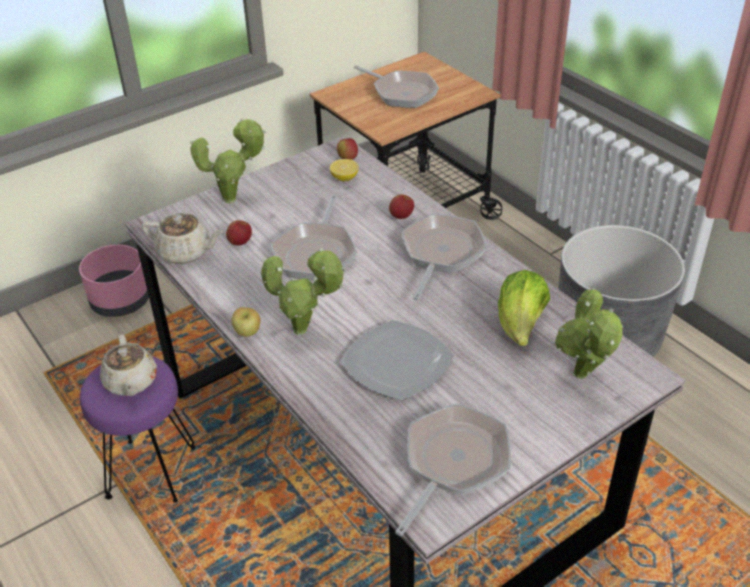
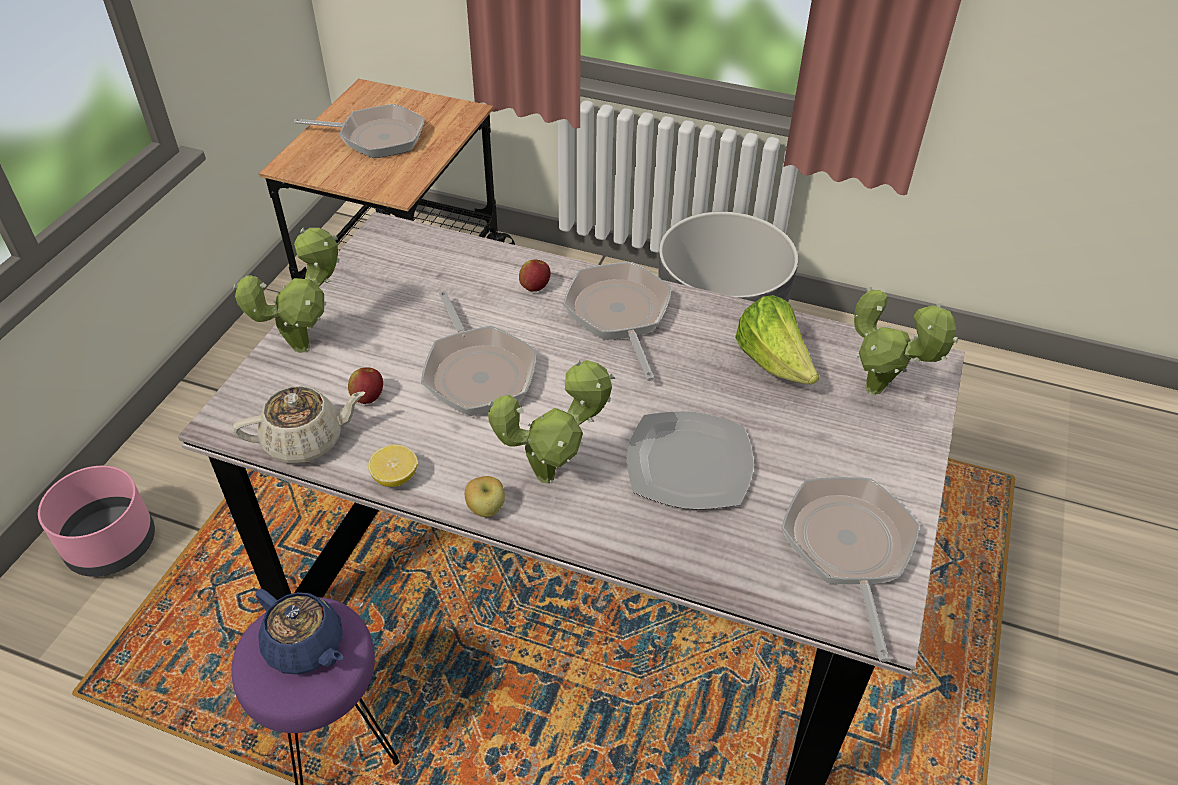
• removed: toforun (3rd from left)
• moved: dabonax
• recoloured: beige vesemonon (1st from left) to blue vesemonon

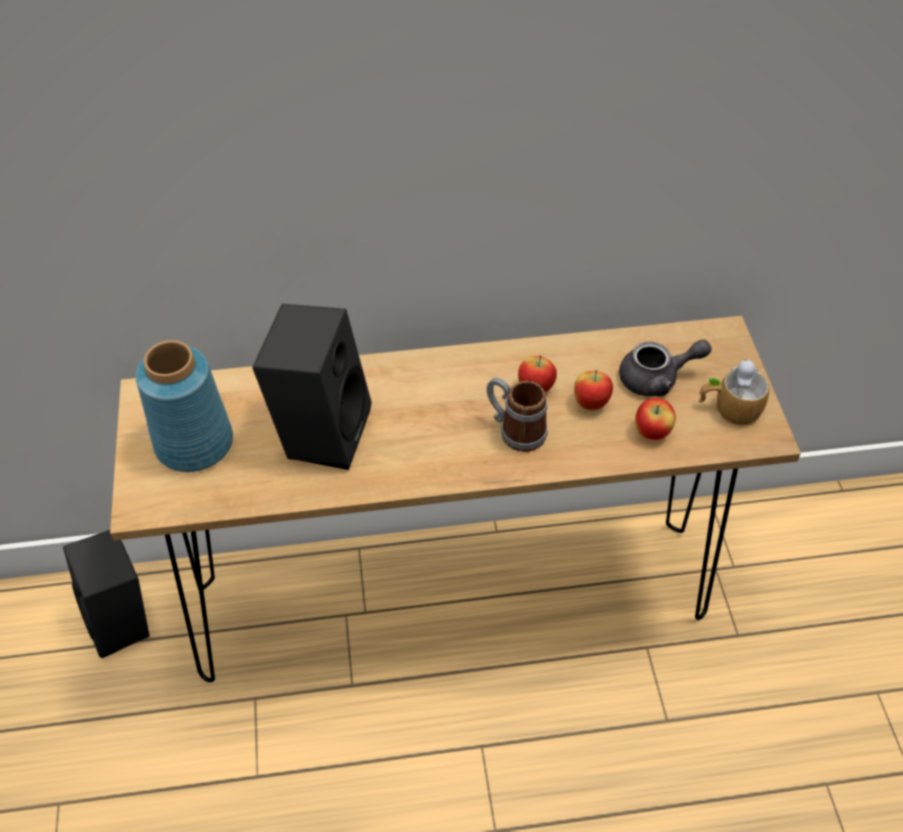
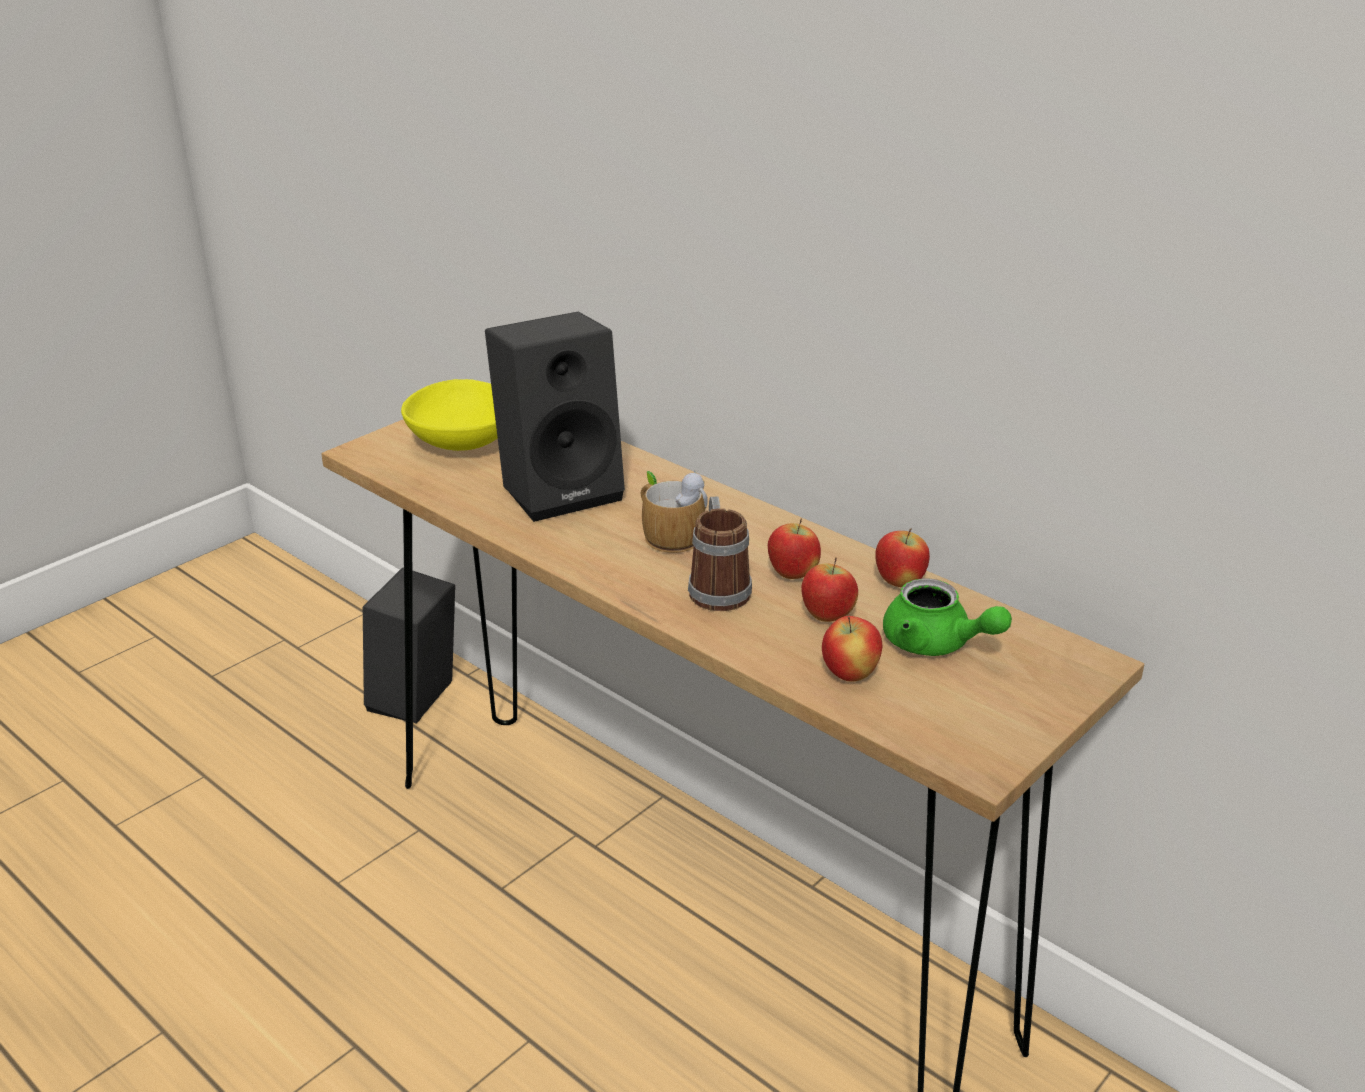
• added: toforun (4th from left)
• moved: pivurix (2nd from left in the first image) to pivurix (1st from left)
• replaced: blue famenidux to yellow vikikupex
• recoloured: grey vesemonon to green vesemonon

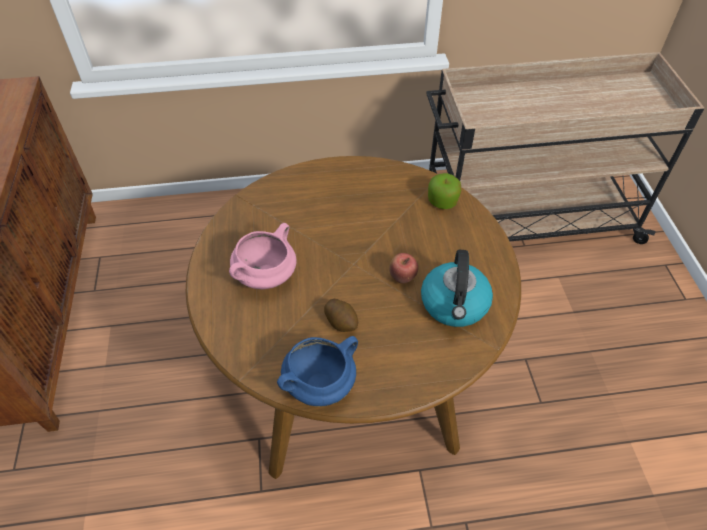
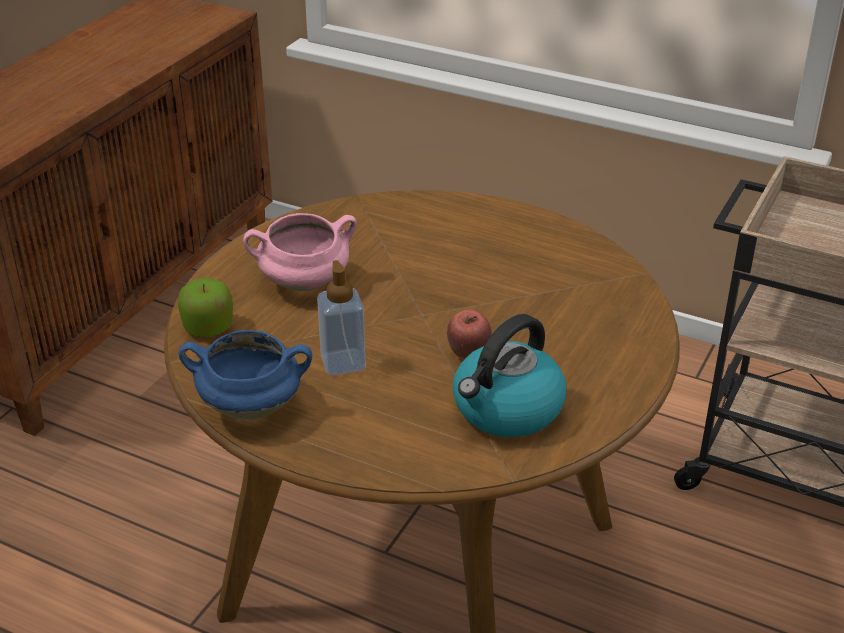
• moved: toforun (2nd from left in the first image) to toforun (1st from left)
• replaced: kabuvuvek to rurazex

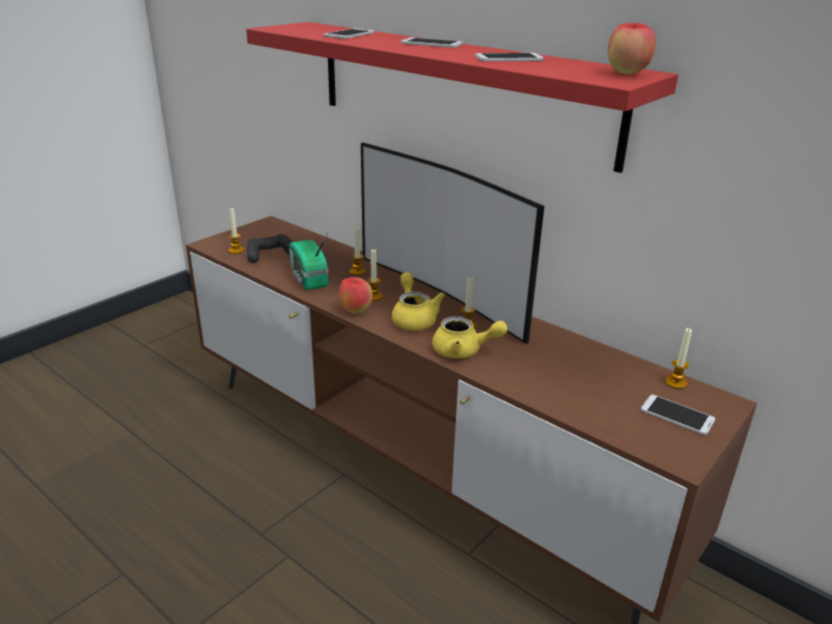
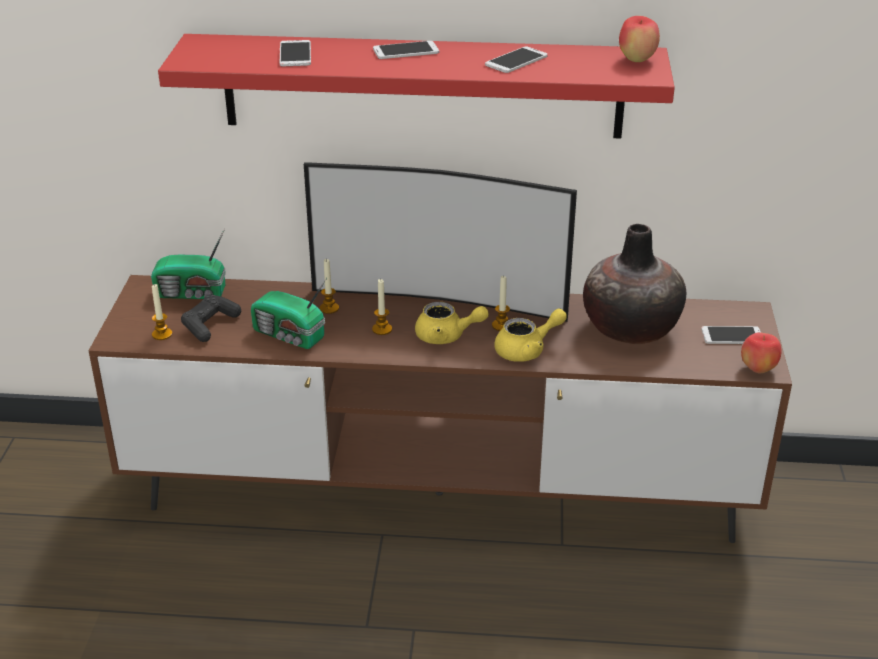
• removed: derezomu (5th from left)
• added: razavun (1st from left)
• added: famenidux
• moved: toforun (1st from left in the first image) to toforun (2nd from left)
• turned: yellow vesemonon (1st from left) 150 degrees clockwise

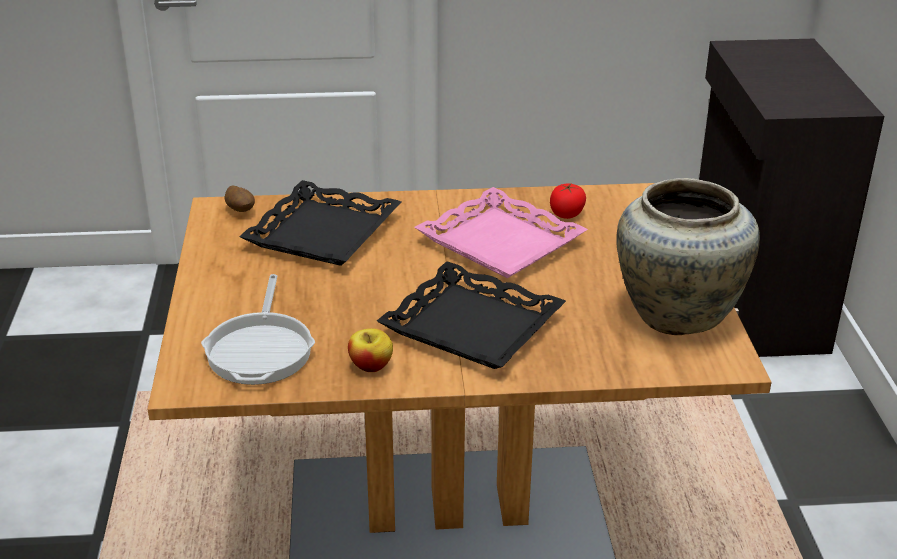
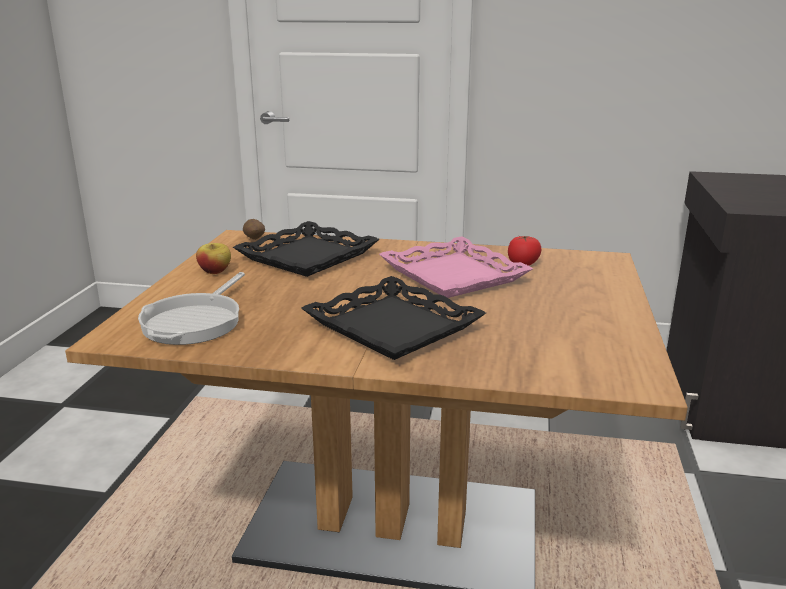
• removed: beige famenidux
• moved: toforun

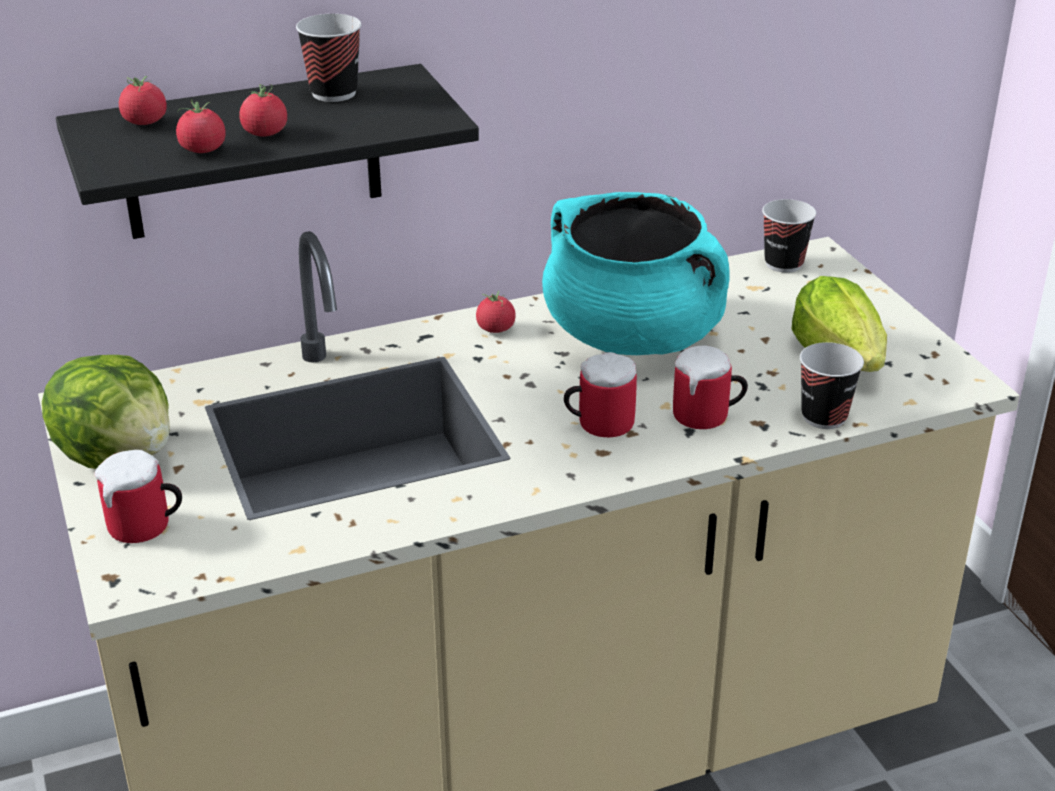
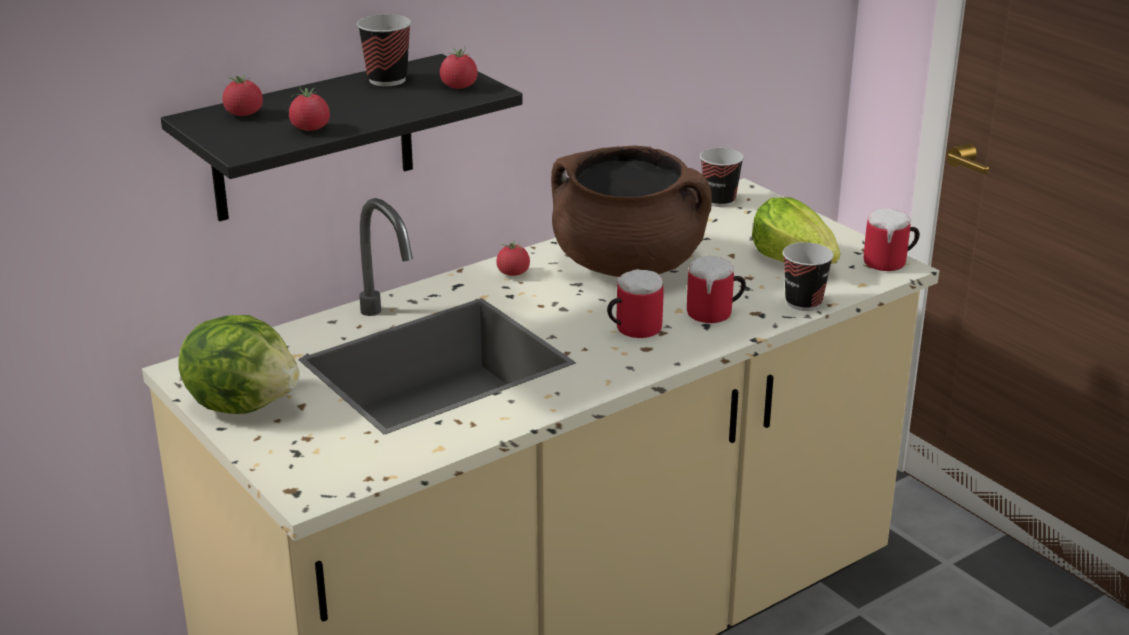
• moved: pivurix (1st from left in the first image) to pivurix (3rd from left)
• moved: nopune (3rd from left)
• recoloured: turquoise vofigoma to brown vofigoma

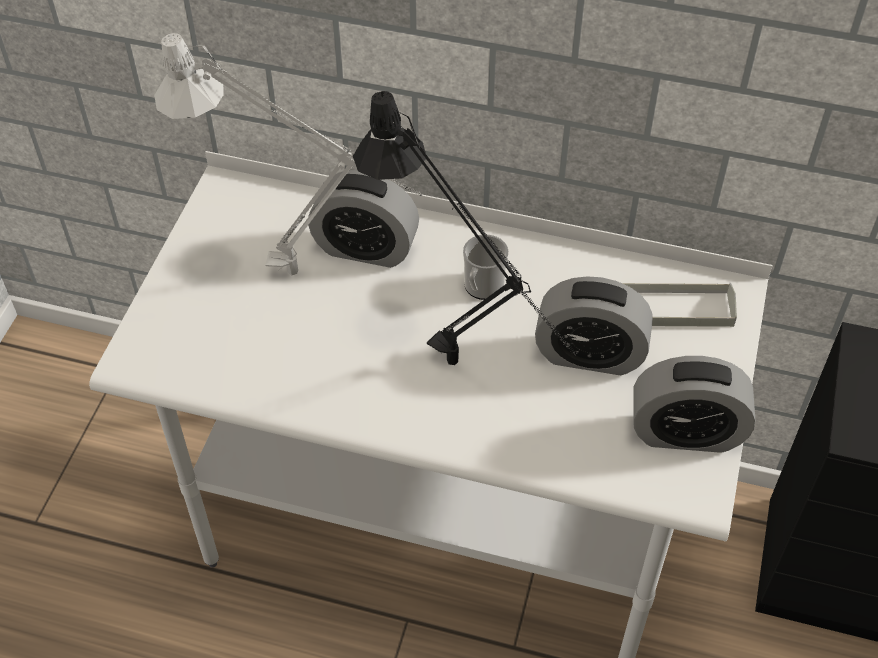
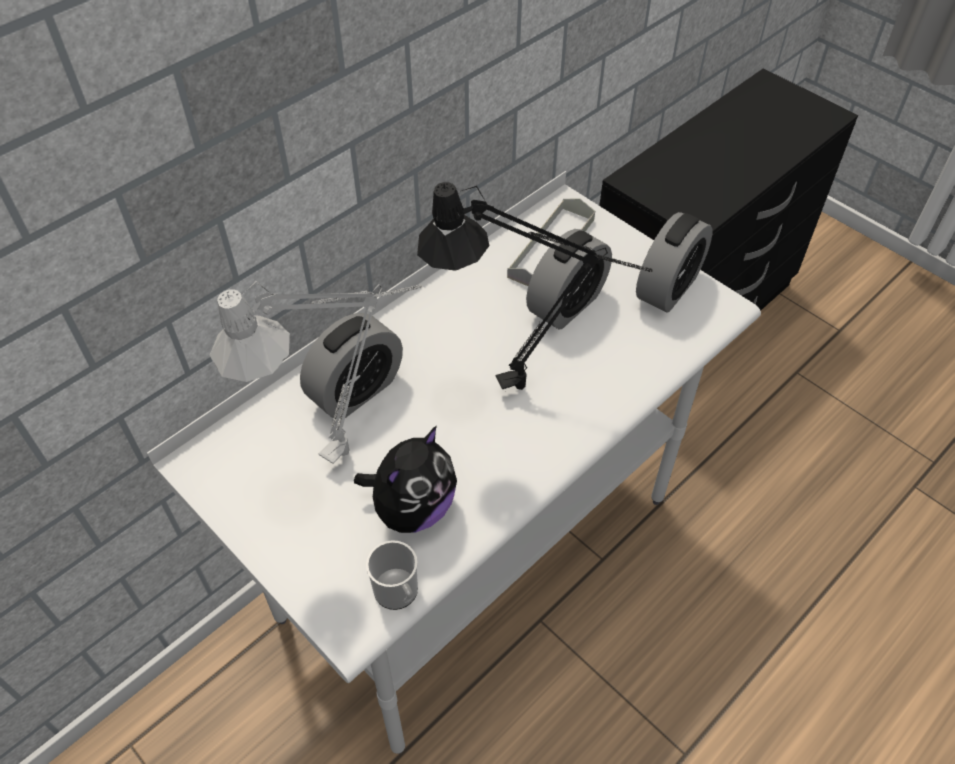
• added: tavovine
• moved: pivurix

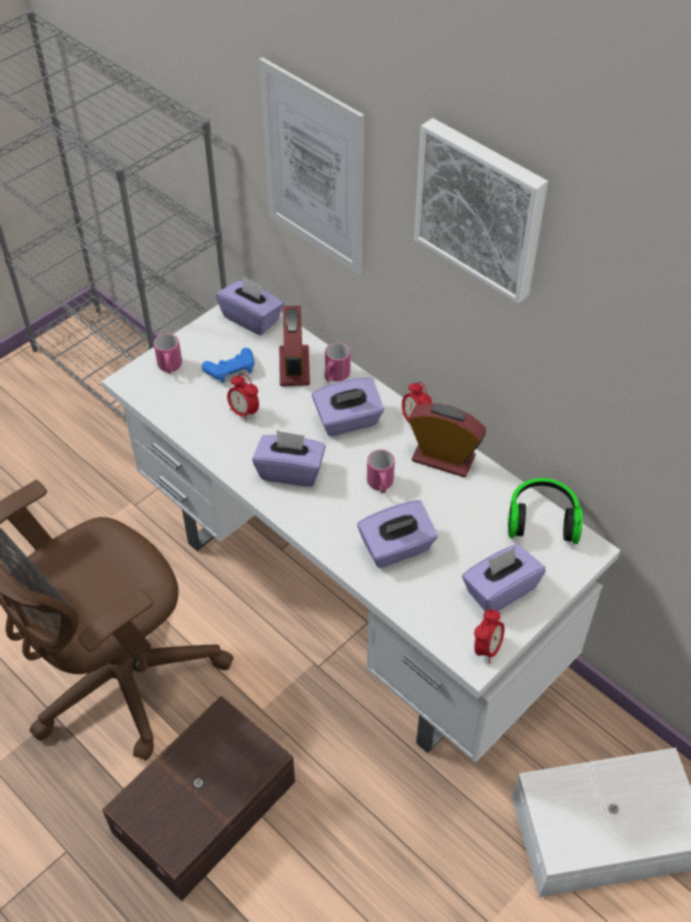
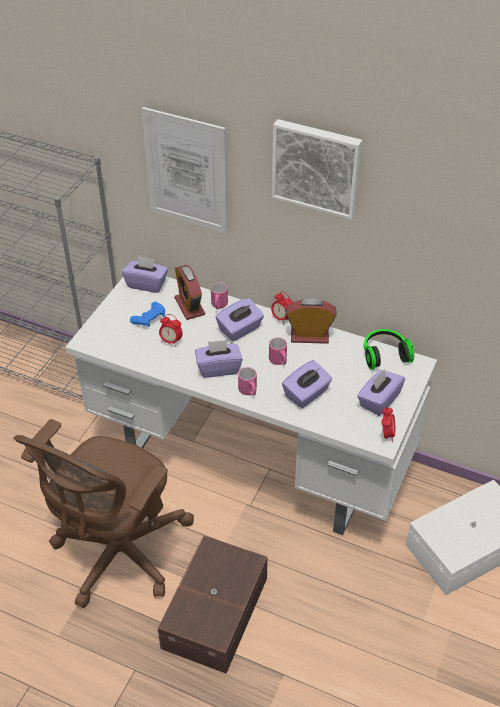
• moved: pink pivurix (1st from left in the first image) to pink pivurix (2nd from left)

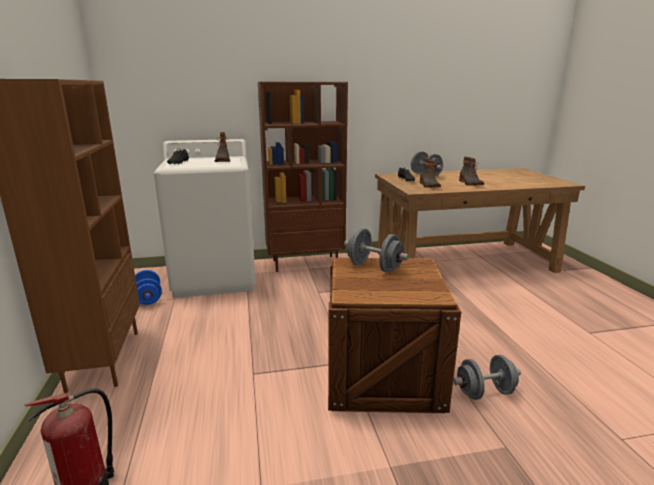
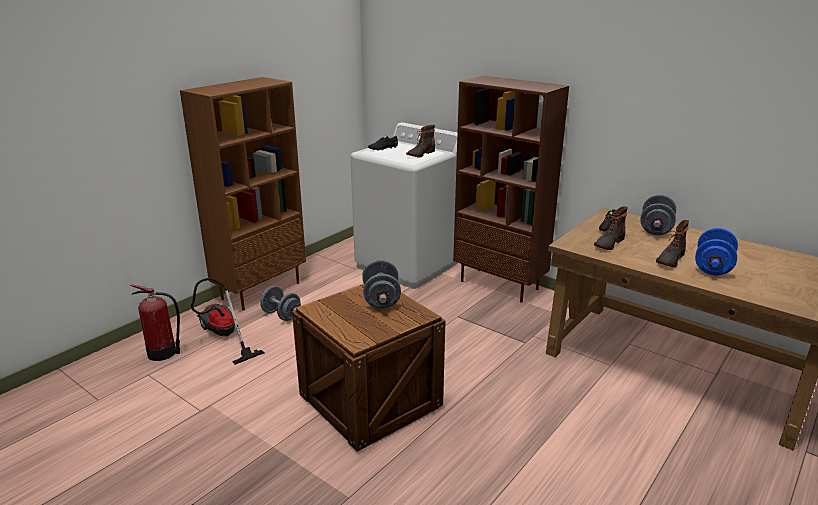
• added: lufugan
• moved: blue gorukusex
• moved: grey gorukusex (3rd from left in the first image) to grey gorukusex (1st from left)

